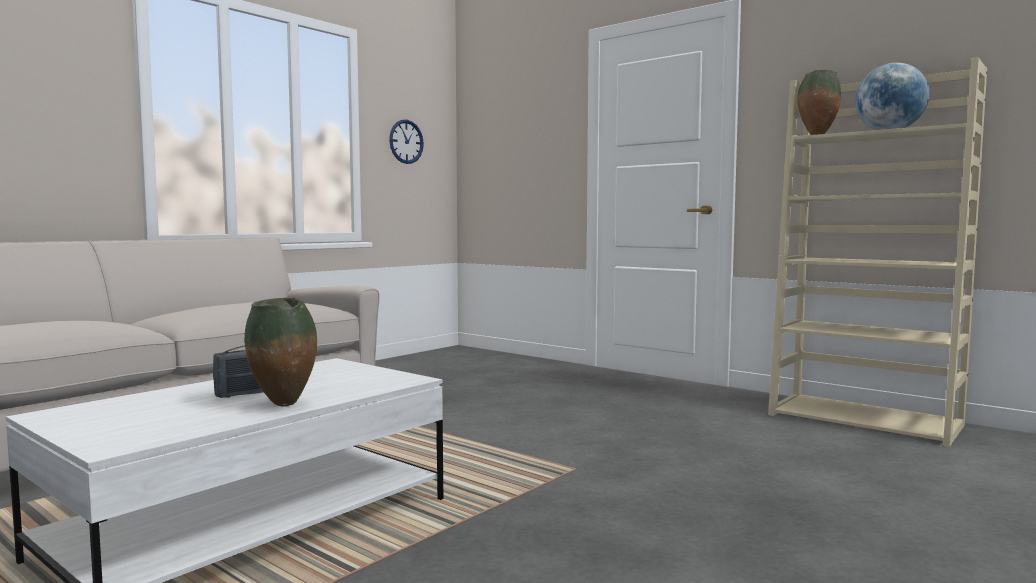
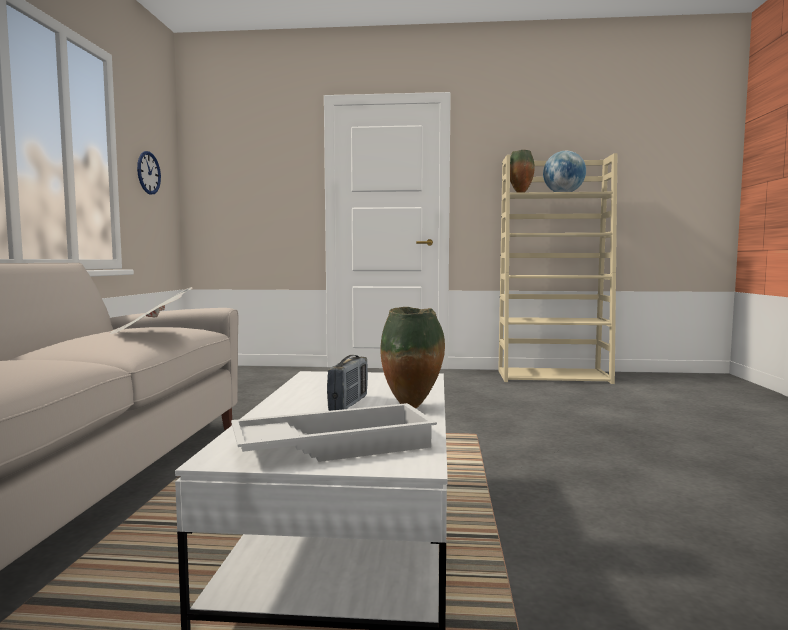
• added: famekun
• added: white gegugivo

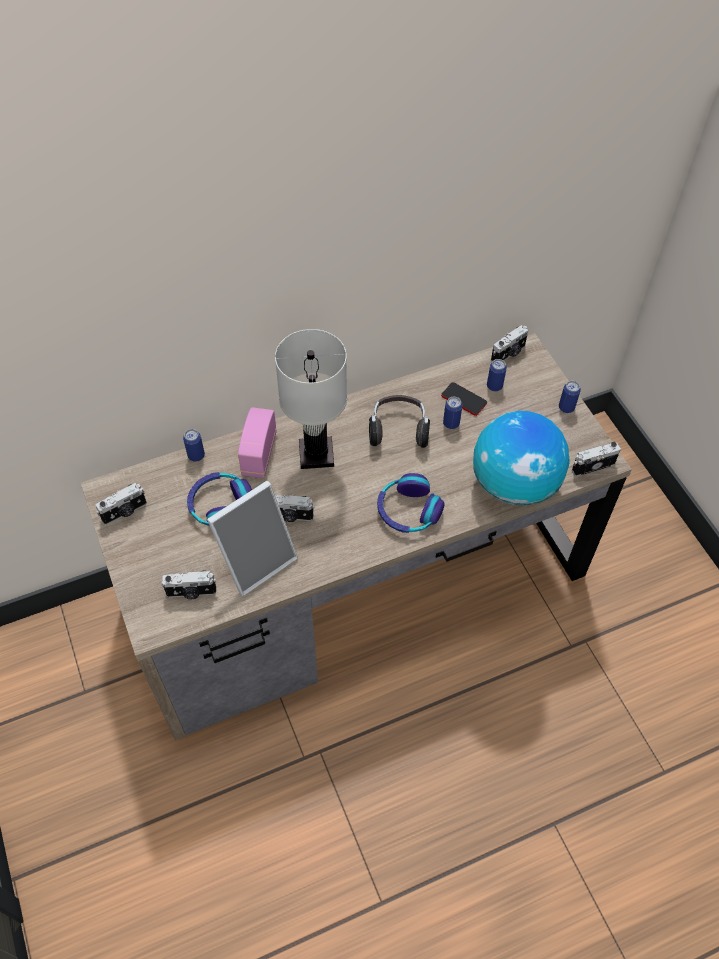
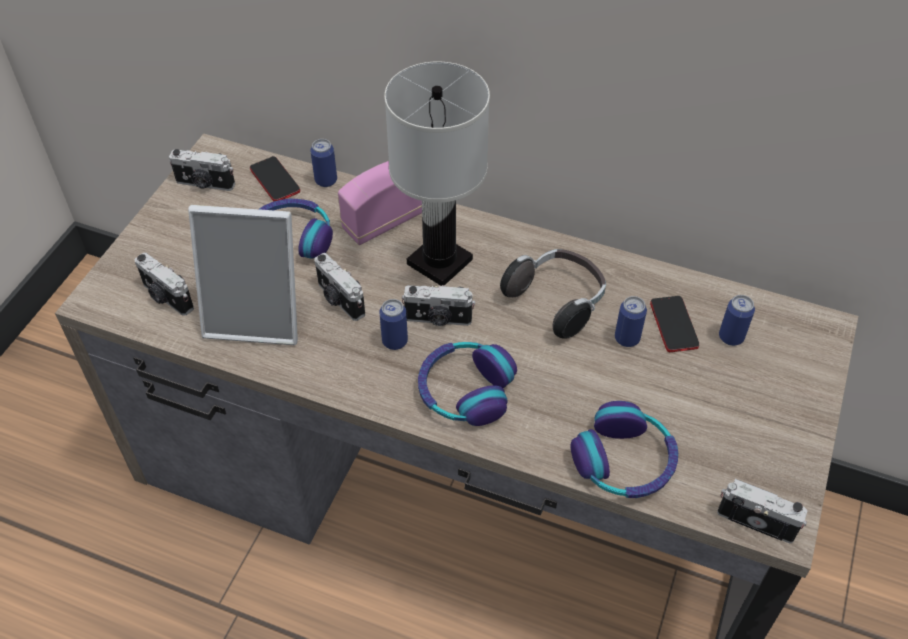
• added: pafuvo (1st from left)
• moved: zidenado (4th from left)
• moved: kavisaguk (4th from left in the first image) to kavisaguk (2nd from left)
• replaced: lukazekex to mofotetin (4th from left)

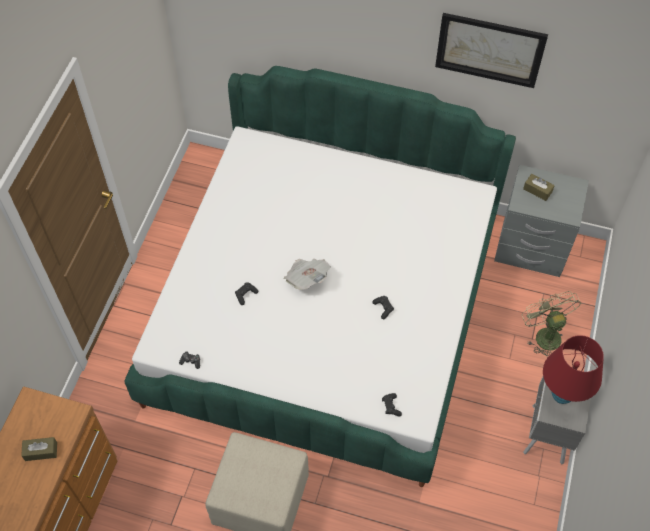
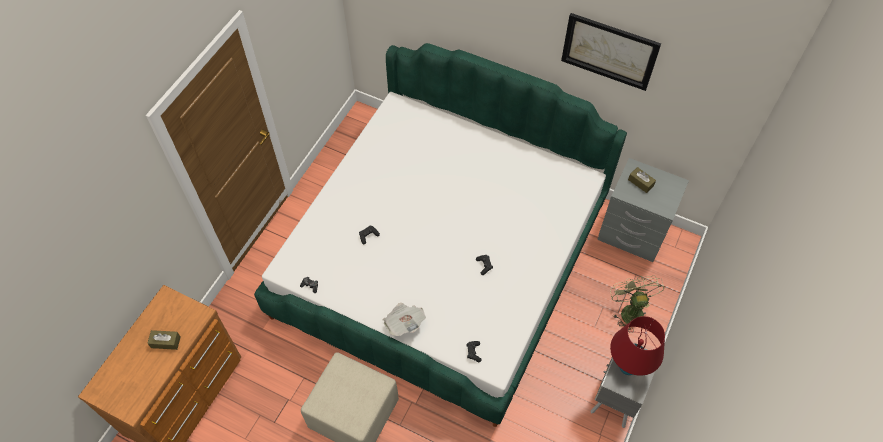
• moved: famekun

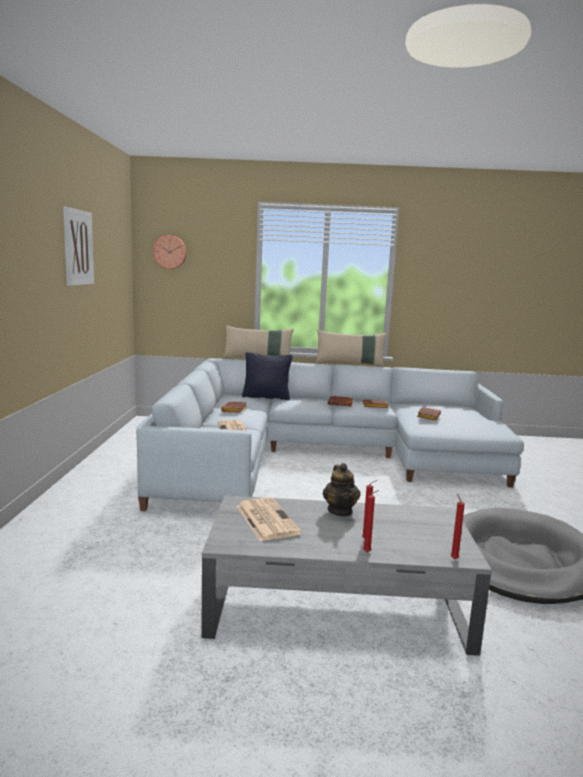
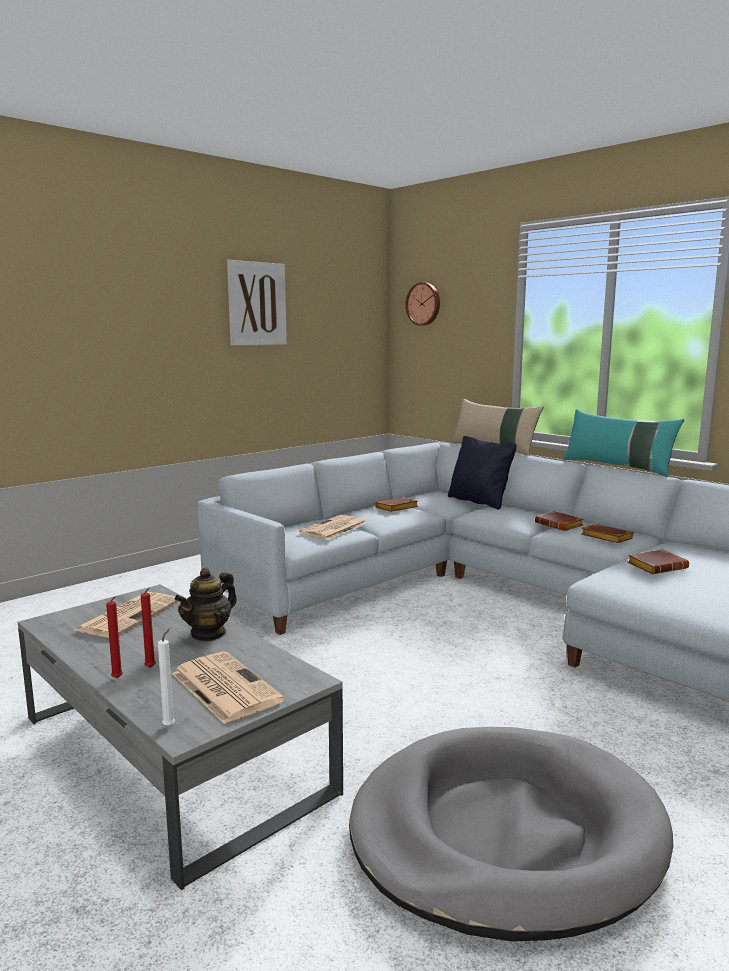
• added: famekun (2nd from left)
• recoloured: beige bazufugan (2nd from left) to turquoise bazufugan
• recoloured: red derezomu (3rd from left) to white derezomu

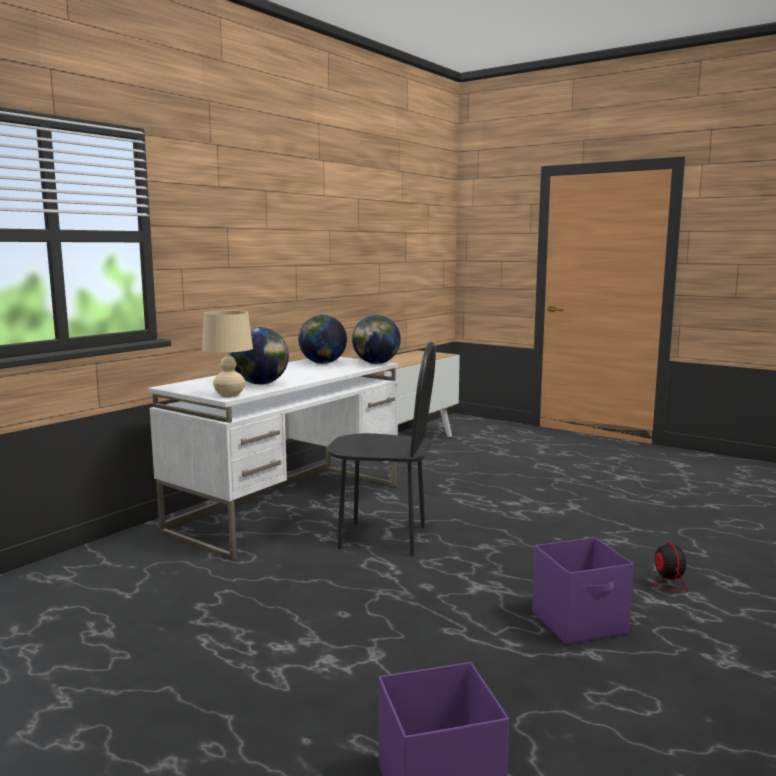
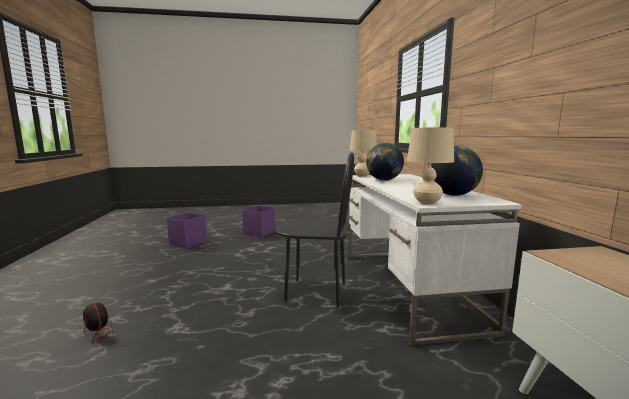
• moved: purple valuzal (2nd from left)
• replaced: lukazekex (3rd from left) to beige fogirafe (2nd from left)
• turned: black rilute 135 degrees counterclockwise

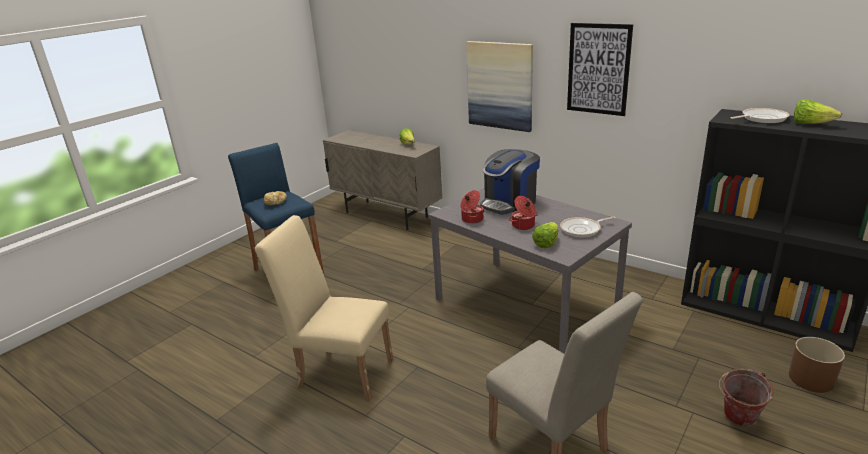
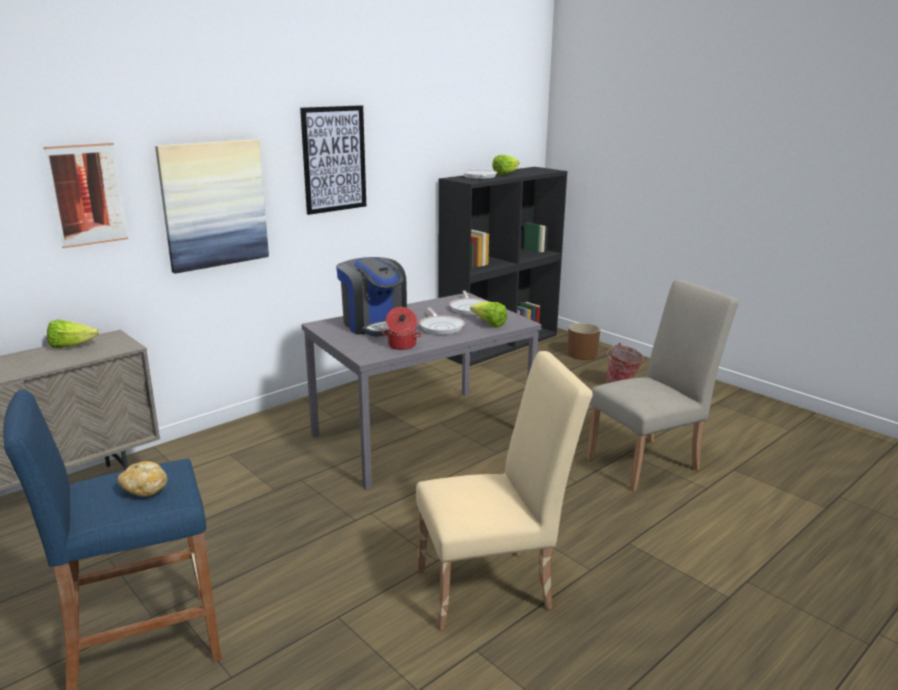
• added: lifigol (1st from left)
• replaced: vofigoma (2nd from left) to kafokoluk (1st from left)
• turned: beige rilute (1st from left) 135 degrees counterclockwise

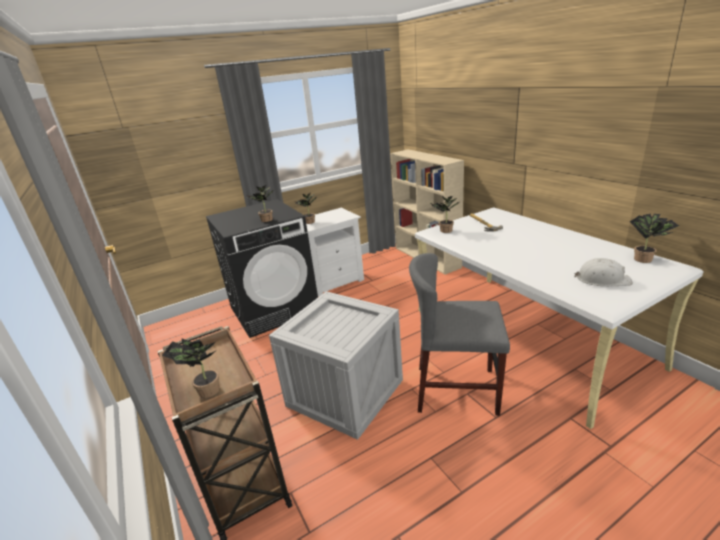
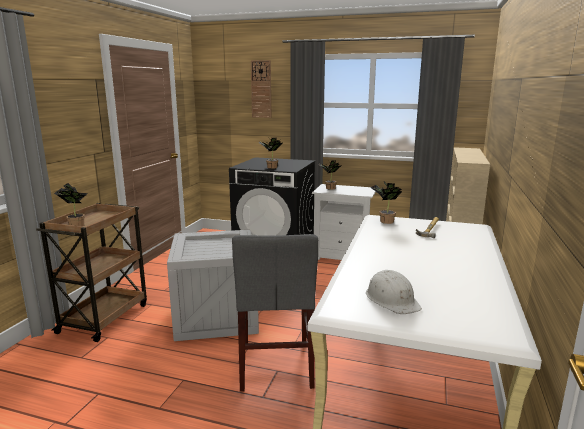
• removed: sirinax (5th from left)
• added: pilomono
• turned: grey rilute 150 degrees counterclockwise

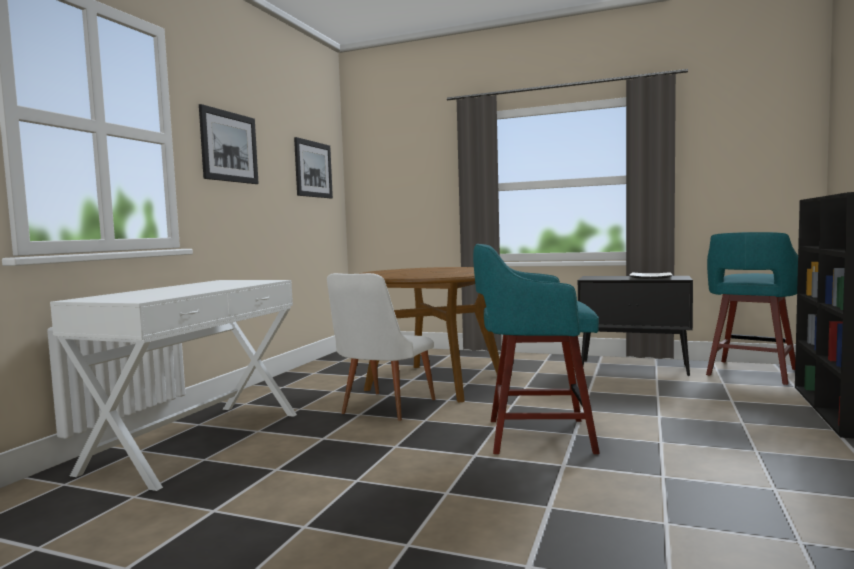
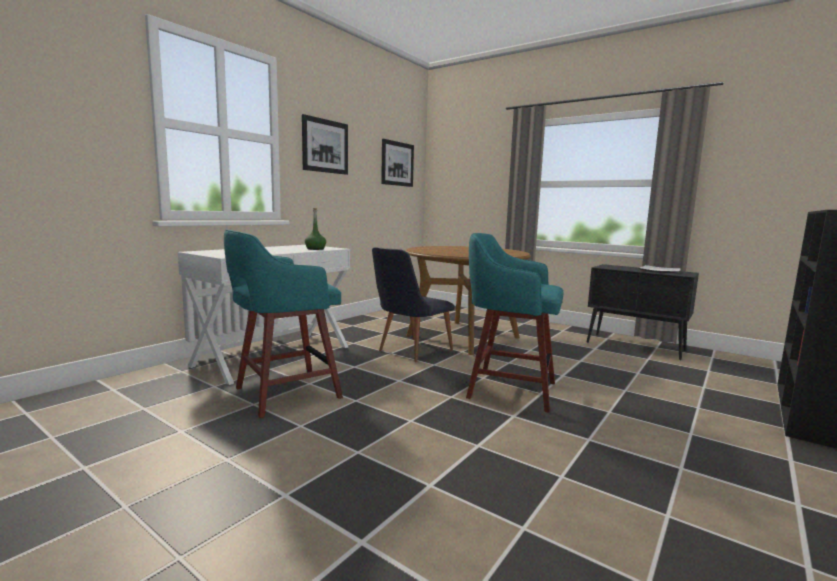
• added: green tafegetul
• moved: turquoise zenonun (2nd from left in the first image) to turquoise zenonun (1st from left)
• recoloured: white rilute to black rilute

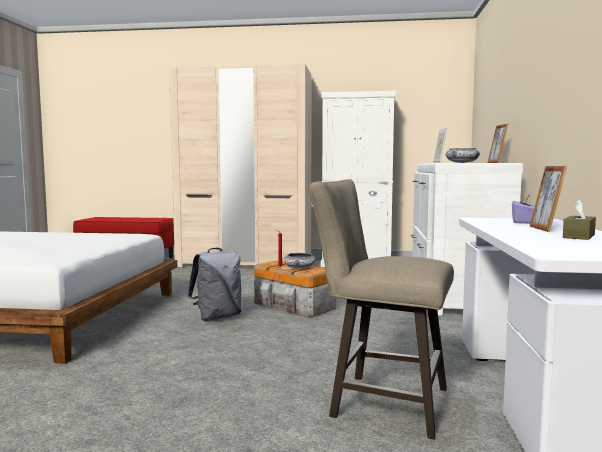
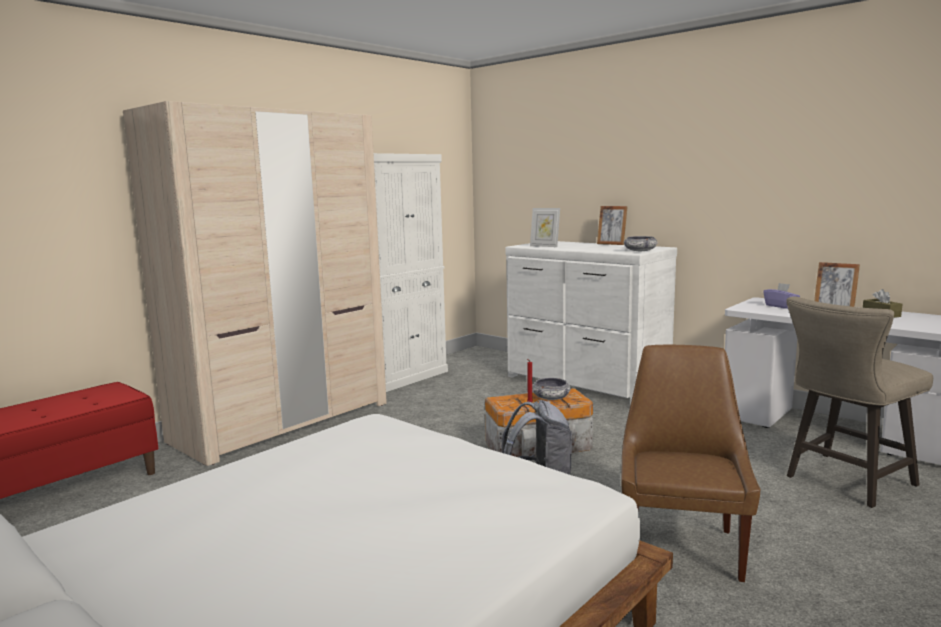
• added: brown rilute

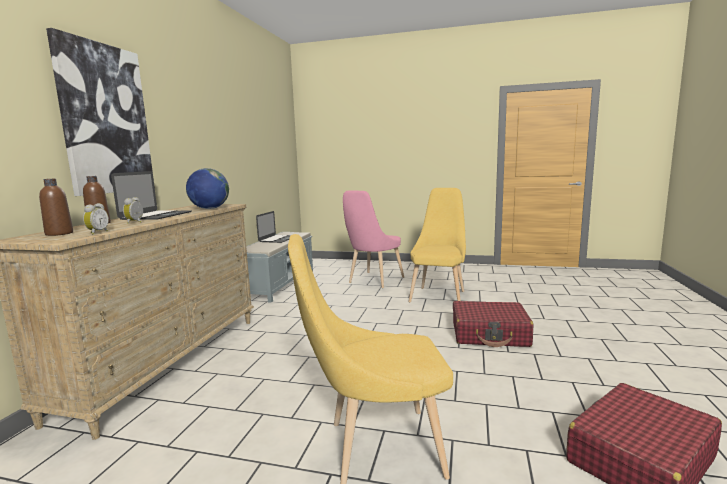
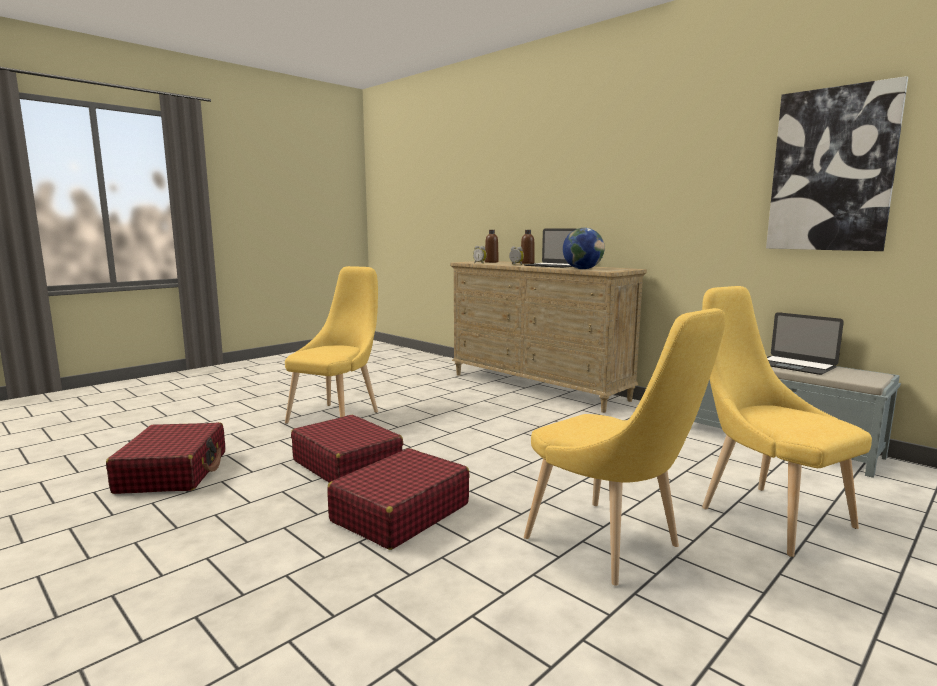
• added: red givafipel (2nd from left)
• moved: lifigol
• recoloured: pink rilute to yellow rilute (3rd from left)

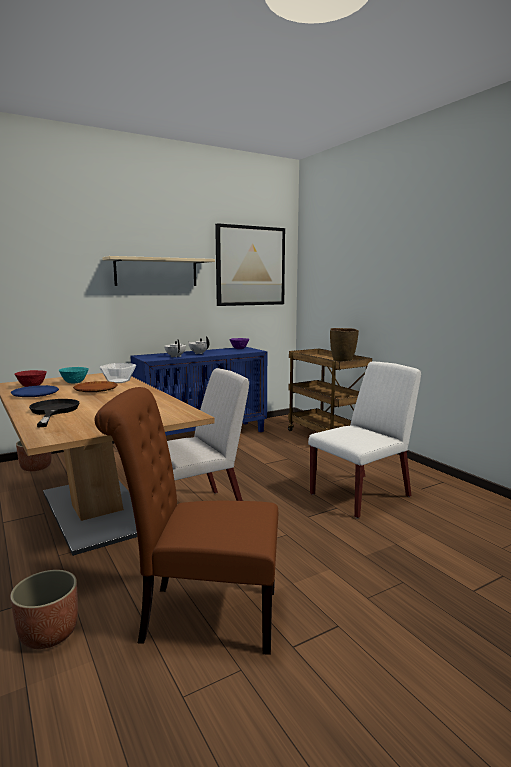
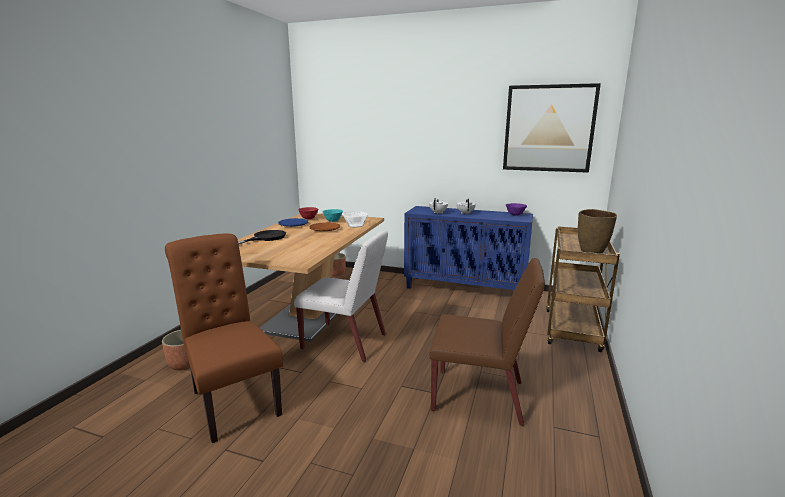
• removed: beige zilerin
• recoloured: white rilute (2nd from left) to brown rilute (2nd from left)

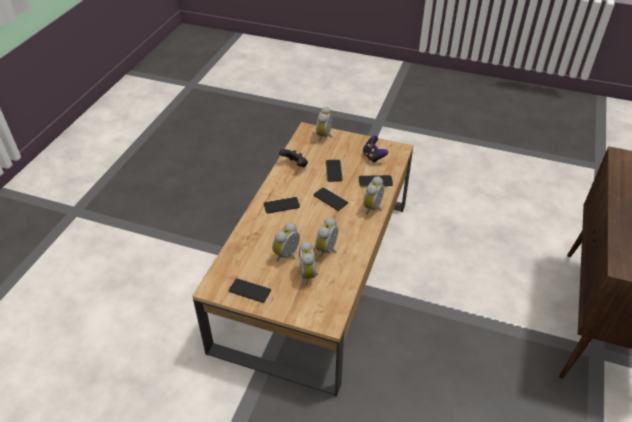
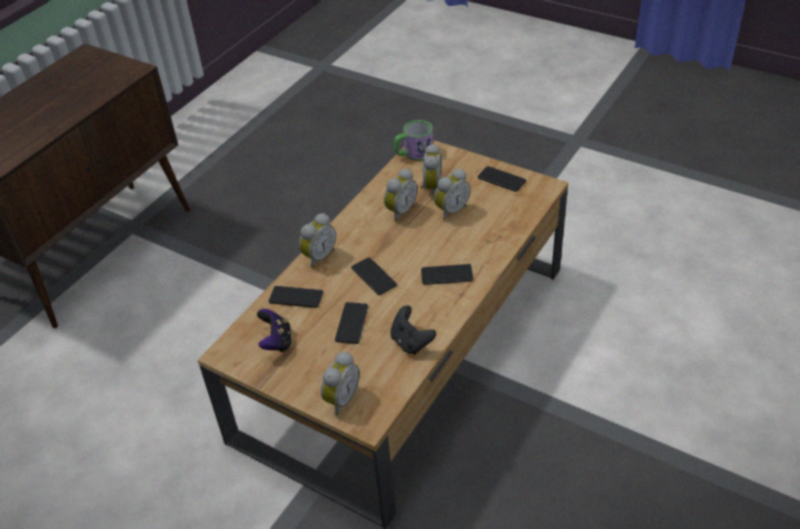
• added: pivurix

